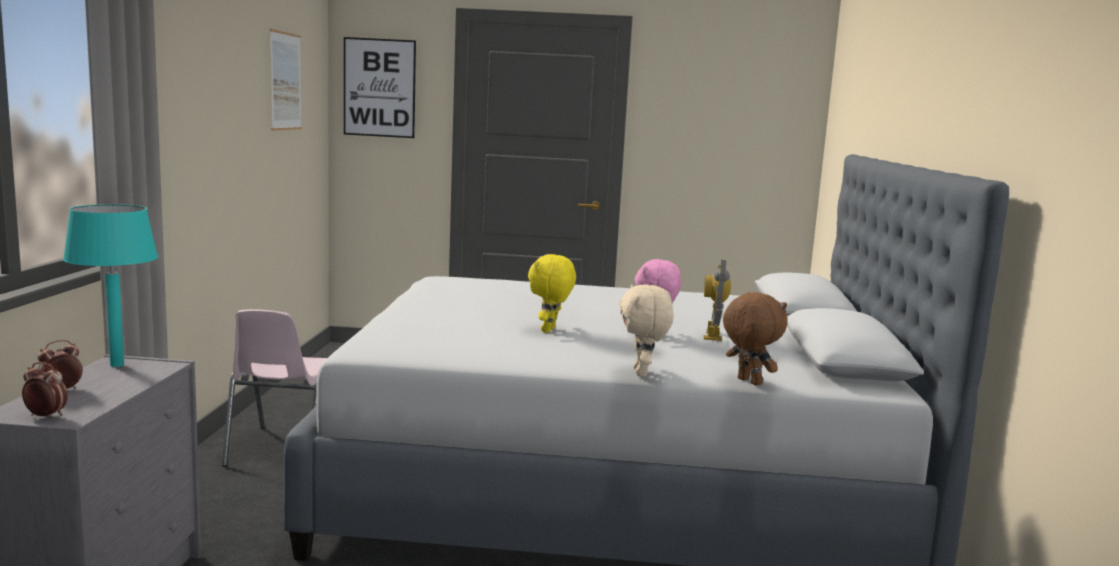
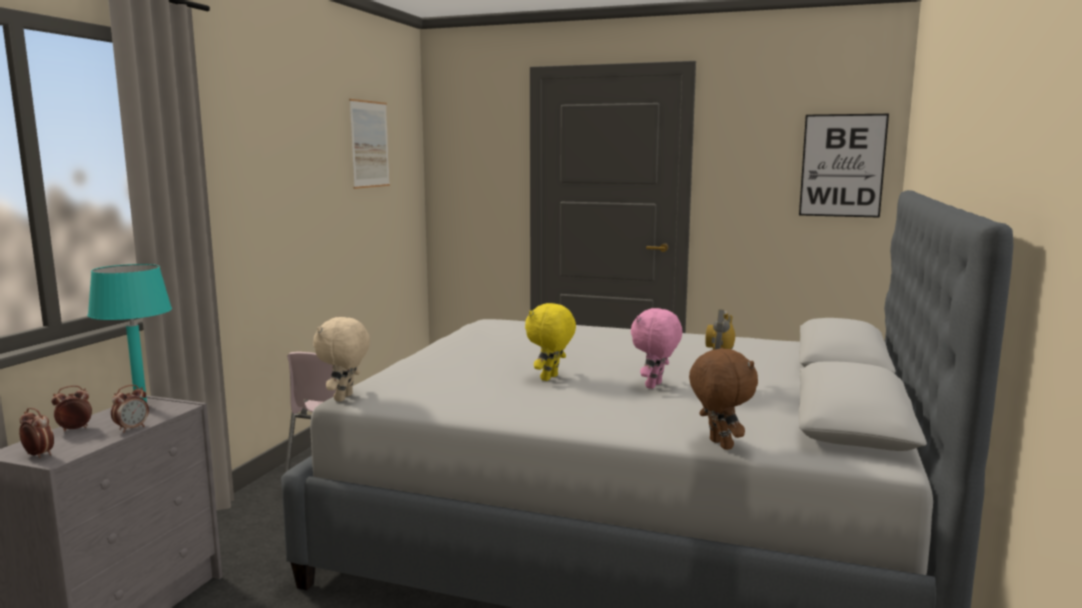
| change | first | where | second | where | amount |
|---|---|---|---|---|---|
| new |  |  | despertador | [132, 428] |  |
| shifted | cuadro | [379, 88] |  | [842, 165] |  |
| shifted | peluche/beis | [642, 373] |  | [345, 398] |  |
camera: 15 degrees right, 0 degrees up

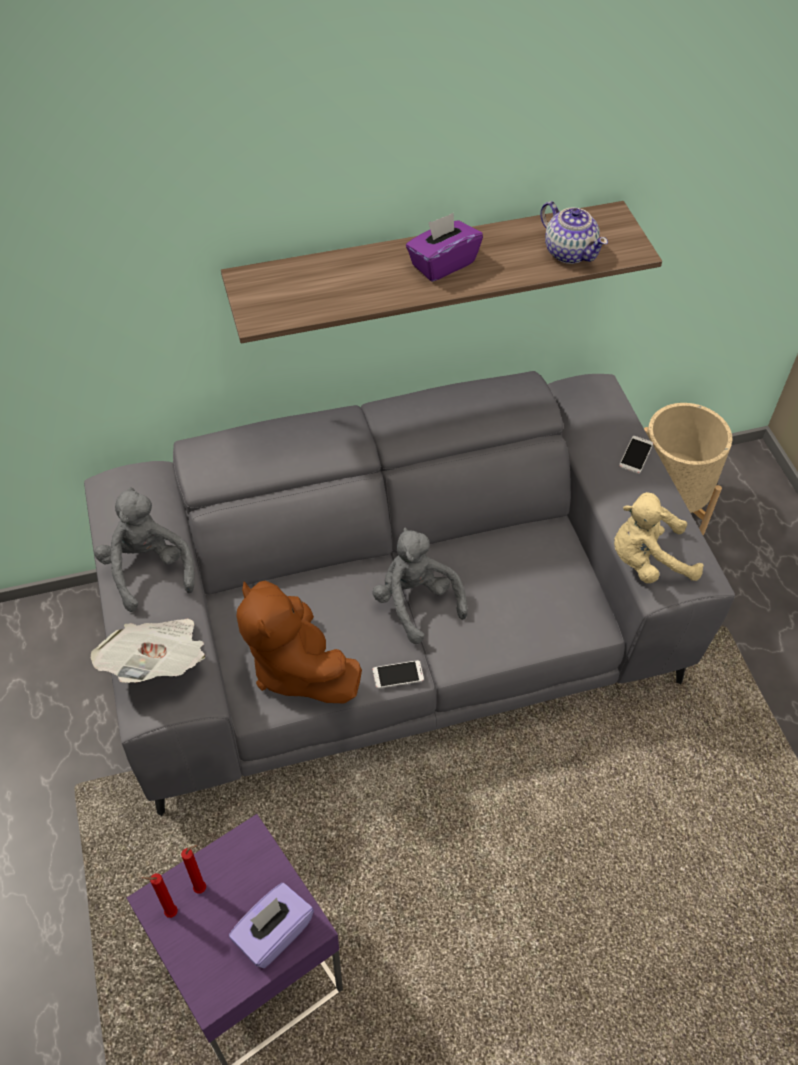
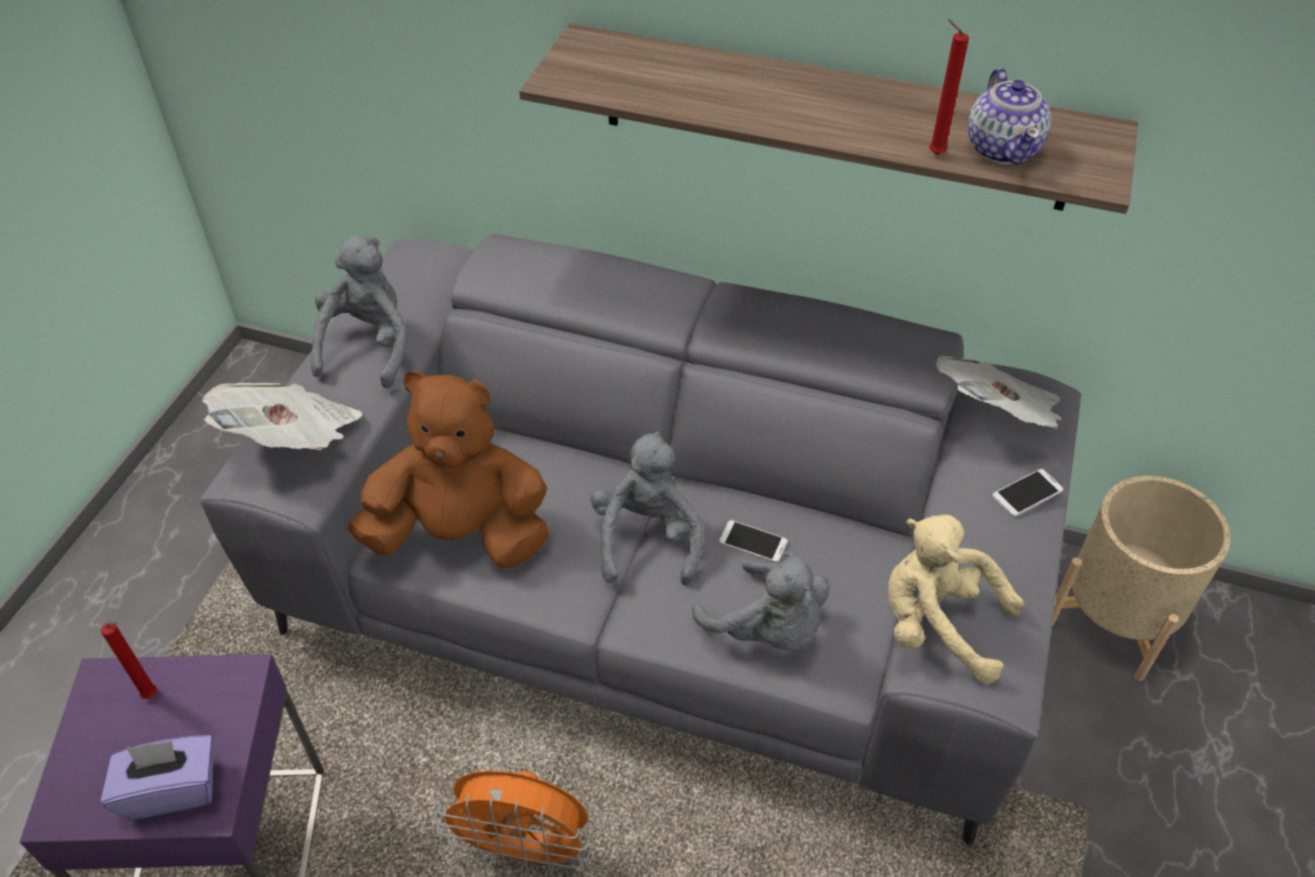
| change | first | where | second | where | amount |
|---|---|---|---|---|---|
| gone | caja de pañuelos/morado | [442, 264] |  |  |  |
| new |  |  | ventilador/naranja | [524, 849] |  |
| new |  |  | peluche/gris | [768, 629] |  |
| new |  |  | periódico | [997, 415] |  |
| shifted | vela/rojo | [169, 913] |  | [933, 153] |  |
| shifted | móvil | [398, 674] |  | [753, 542] |  |
| rotated | peluche/marrón | [296, 666] |  | [461, 534] | 90 degrees clockwise |
camera: 35 degrees right, 5 degrees down

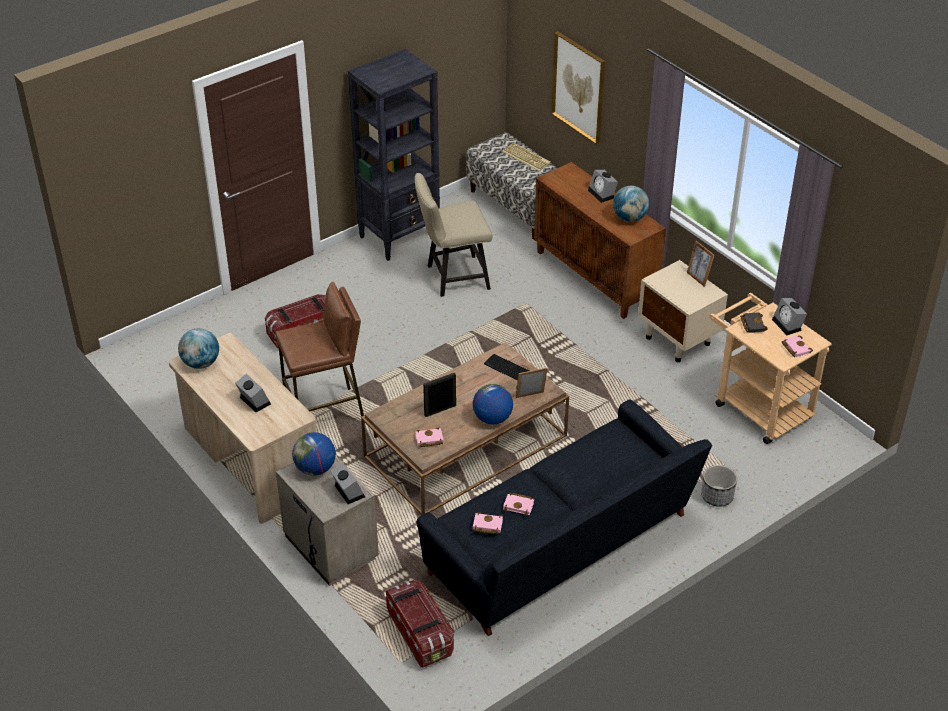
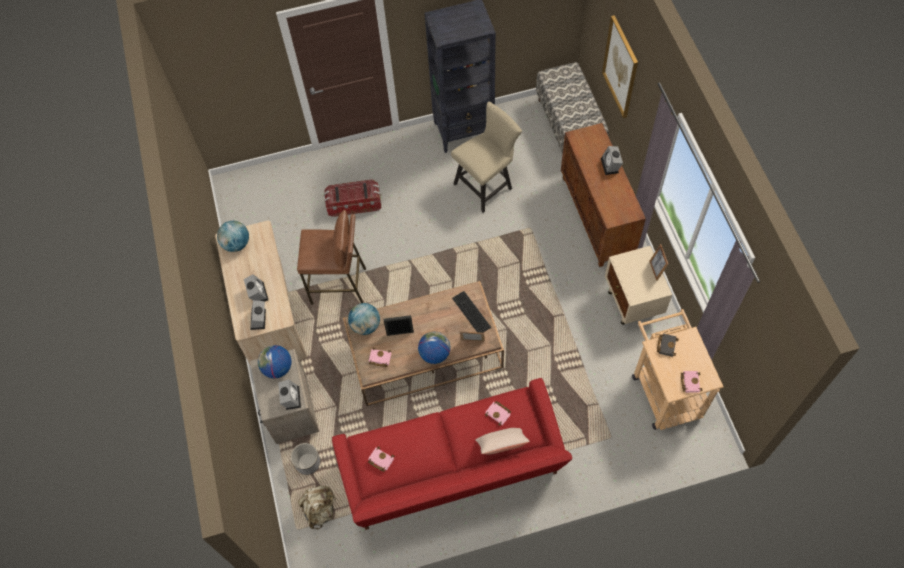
| change | first | where | second | where | amount |
|---|---|---|---|---|---|
| gone | teclado | [527, 157] |  |  |  |
| new |  |  | cojín/beis | [501, 447] |  |
| shifted | libro/rosa | [519, 505] |  | [499, 413] |  |
| shifted | globo terráqueo | [629, 218] |  | [365, 325] |  |
| shifted | maceta | [717, 497] |  | [307, 463] |  |
| shifted | despertador | [788, 325] |  | [259, 320] |  |
| swapped | caja de almacenaje | [420, 634] | mochila/beis | [320, 509] |  |
| repainted | sofá/negro | [563, 548] | sofá/rojo | [453, 471] |  |
| rotated | silla/beis | [453, 277] |  | [486, 185] | 135 degrees clockwise |
camera: 25 degrees right, 20 degrees up

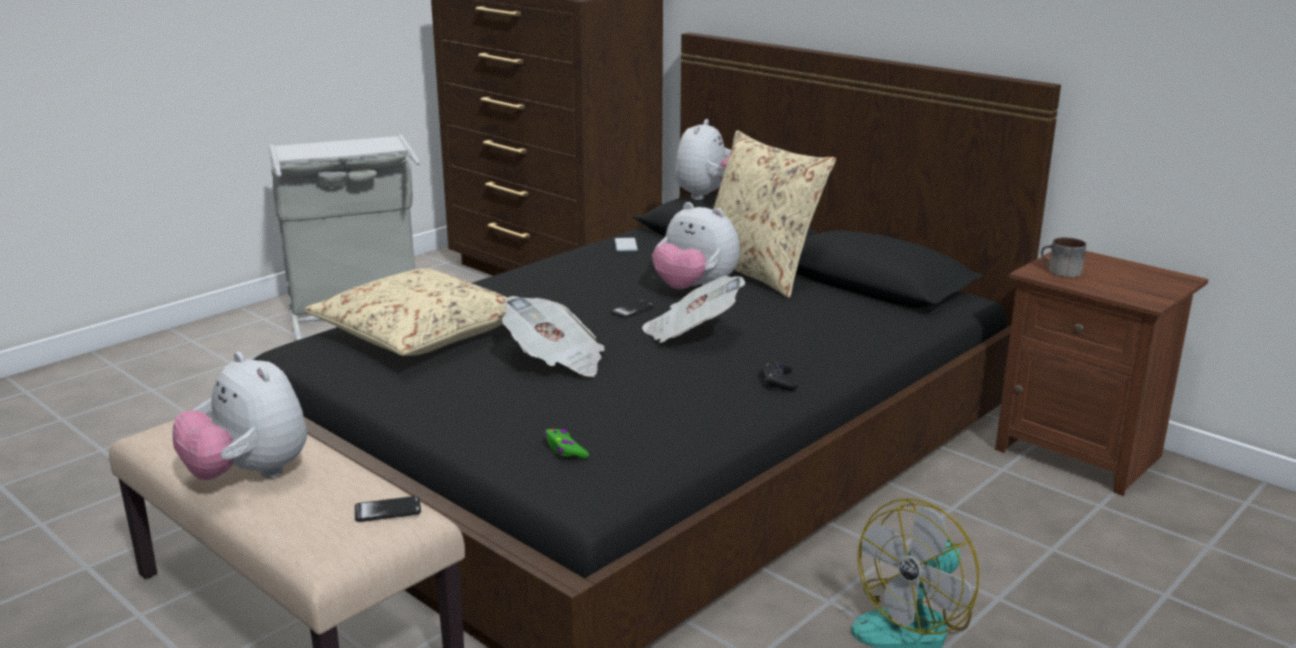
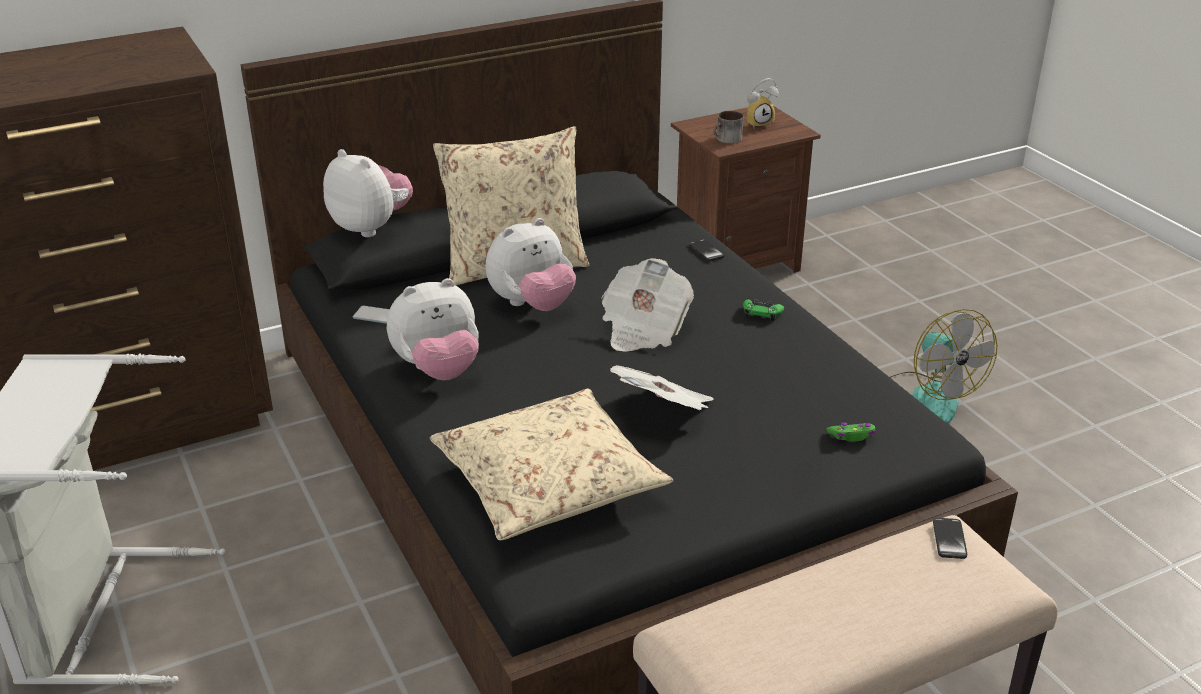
| change | first | where | second | where | amount |
|---|---|---|---|---|---|
| new |  |  | despertador | [758, 123] |  |
| shifted | peluche | [249, 475] |  | [438, 370] |  |
| shifted | móvil | [632, 310] |  | [706, 251] |  |
| repainted | mando de consola/negro | [778, 381] | mando de consola/verde | [762, 313] |  |
camera: 70 degrees left, 10 degrees up

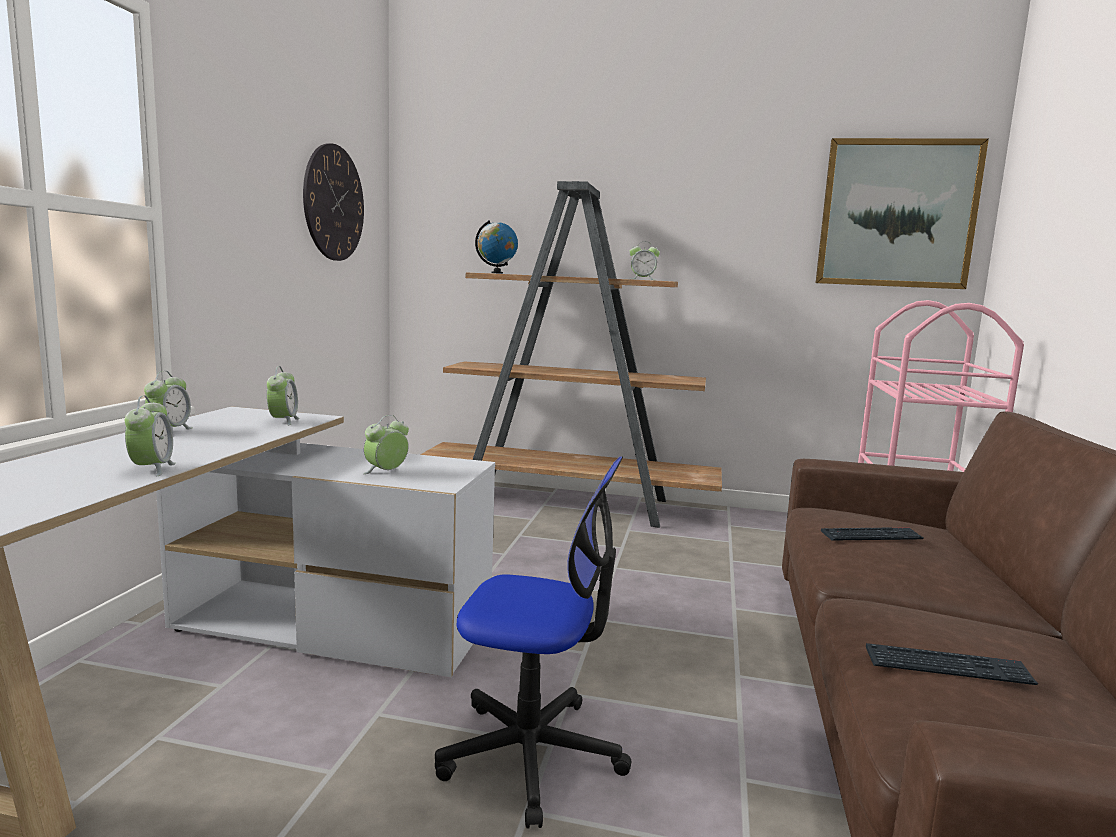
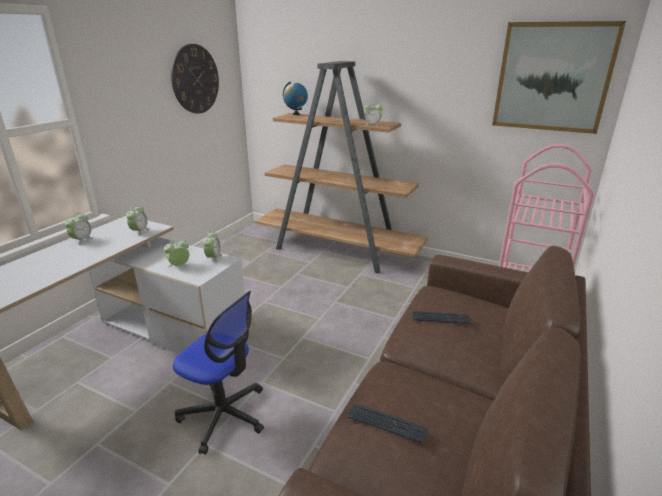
| change | first | where | second | where | amount |
|---|---|---|---|---|---|
| shifted | despertador | [152, 469] |  | [213, 258] |  |
camera: 15 degrees right, 15 degrees up

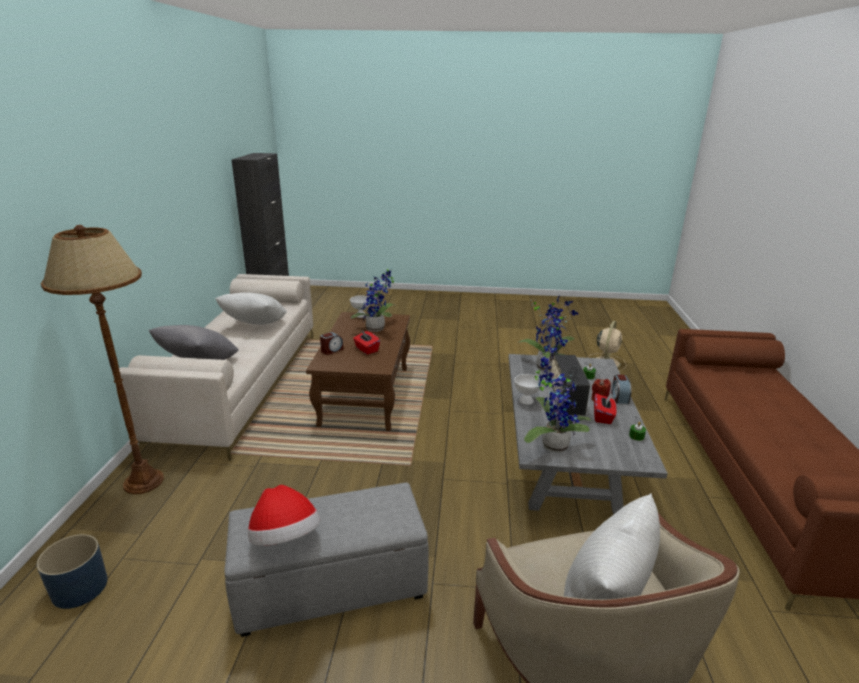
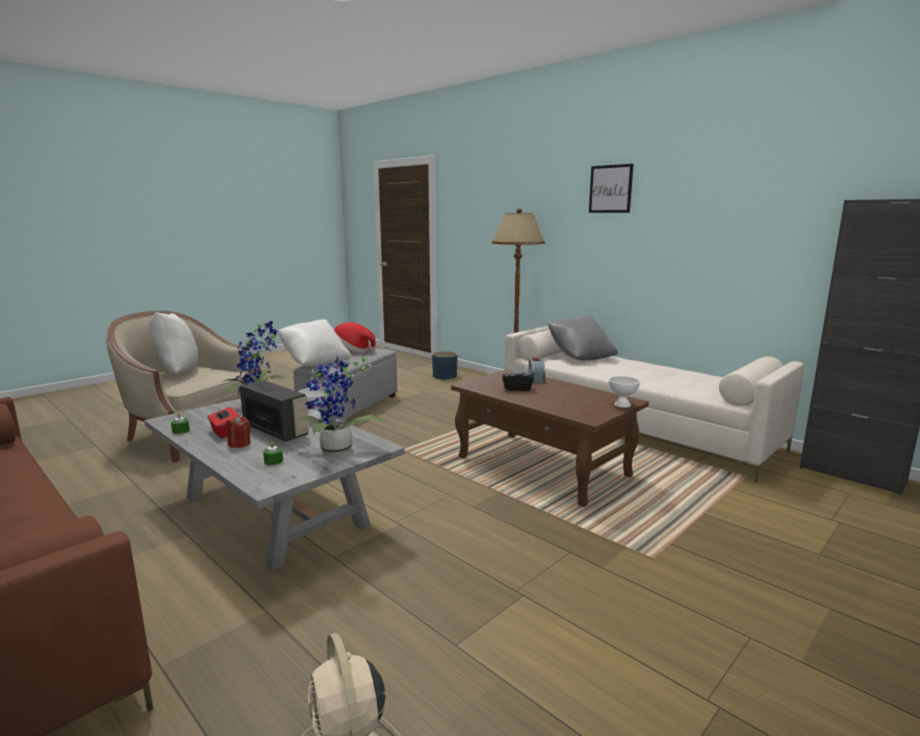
| change | first | where | second | where | amount |
|---|---|---|---|---|---|
| gone | planta en maceta | [377, 329] |  |  |  |
| gone | despertador | [619, 397] |  |  |  |
| new |  |  | cuadro | [610, 189] |  |
| shifted | cojín/blanco | [255, 326] |  | [315, 362] |  |
| repainted | caja de pañuelos/rojo | [366, 349] | caja de pañuelos/negro | [517, 388] |  |
camera: 130 degrees right, 10 degrees down

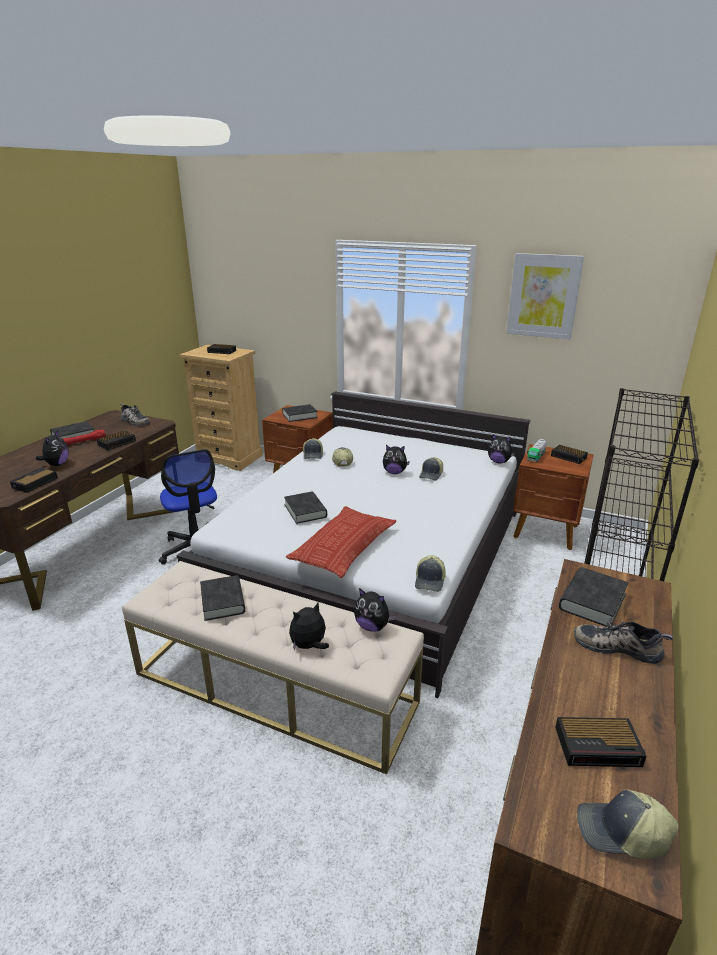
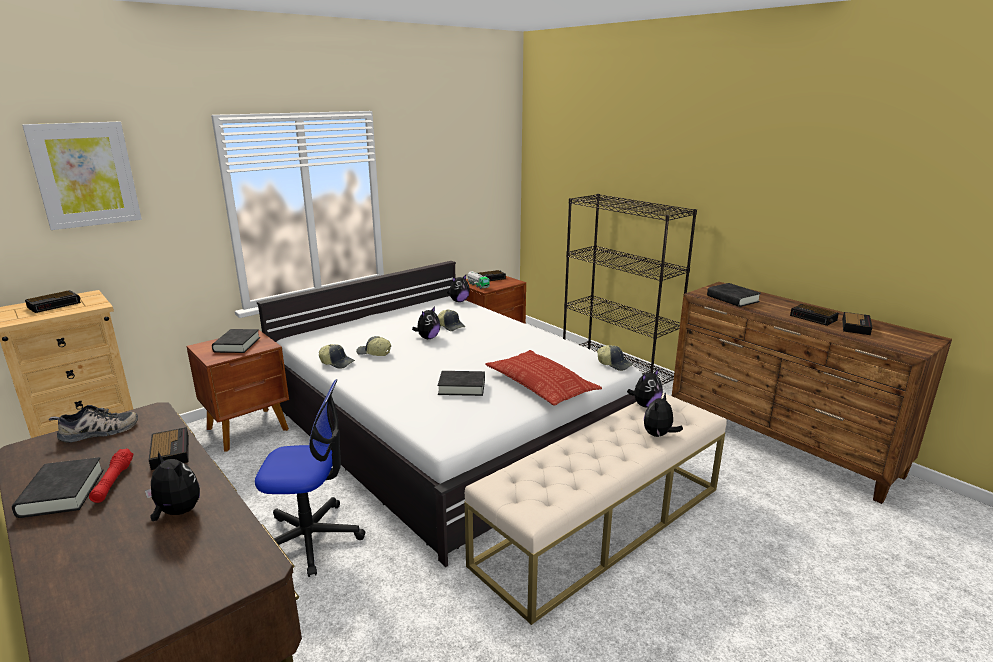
| change | first | where | second | where | amount |
|---|---|---|---|---|---|
| gone | libro/negro | [223, 601] |  |  |  |
| gone | zapato | [617, 646] |  |  |  |
| gone | gorra | [621, 834] |  |  |  |
| shifted | despertador | [34, 483] |  | [814, 318] |  |
| shifted | cuadro | [543, 296] |  | [85, 174] |  |
| rotated | peluche | [309, 646] |  | [658, 435] | 45 degrees clockwise |
camera: 65 degrees left, 5 degrees down

